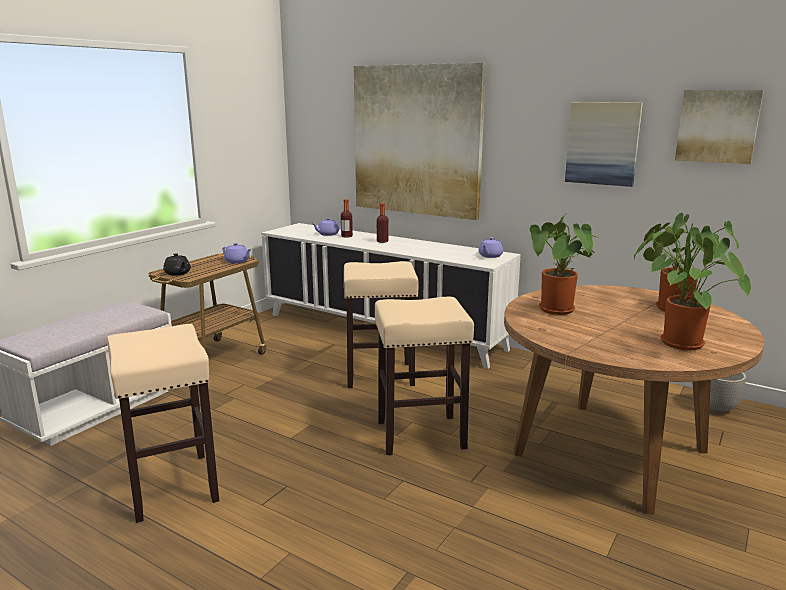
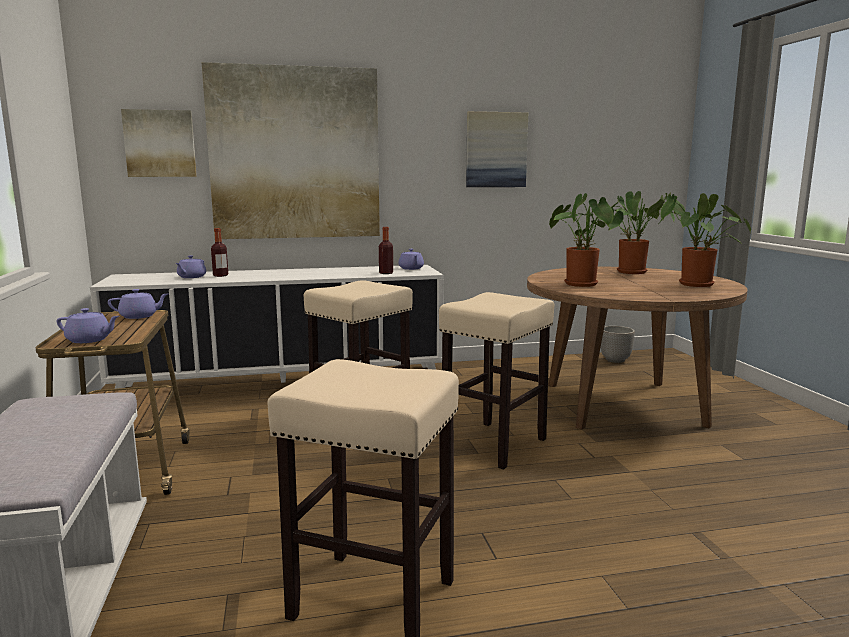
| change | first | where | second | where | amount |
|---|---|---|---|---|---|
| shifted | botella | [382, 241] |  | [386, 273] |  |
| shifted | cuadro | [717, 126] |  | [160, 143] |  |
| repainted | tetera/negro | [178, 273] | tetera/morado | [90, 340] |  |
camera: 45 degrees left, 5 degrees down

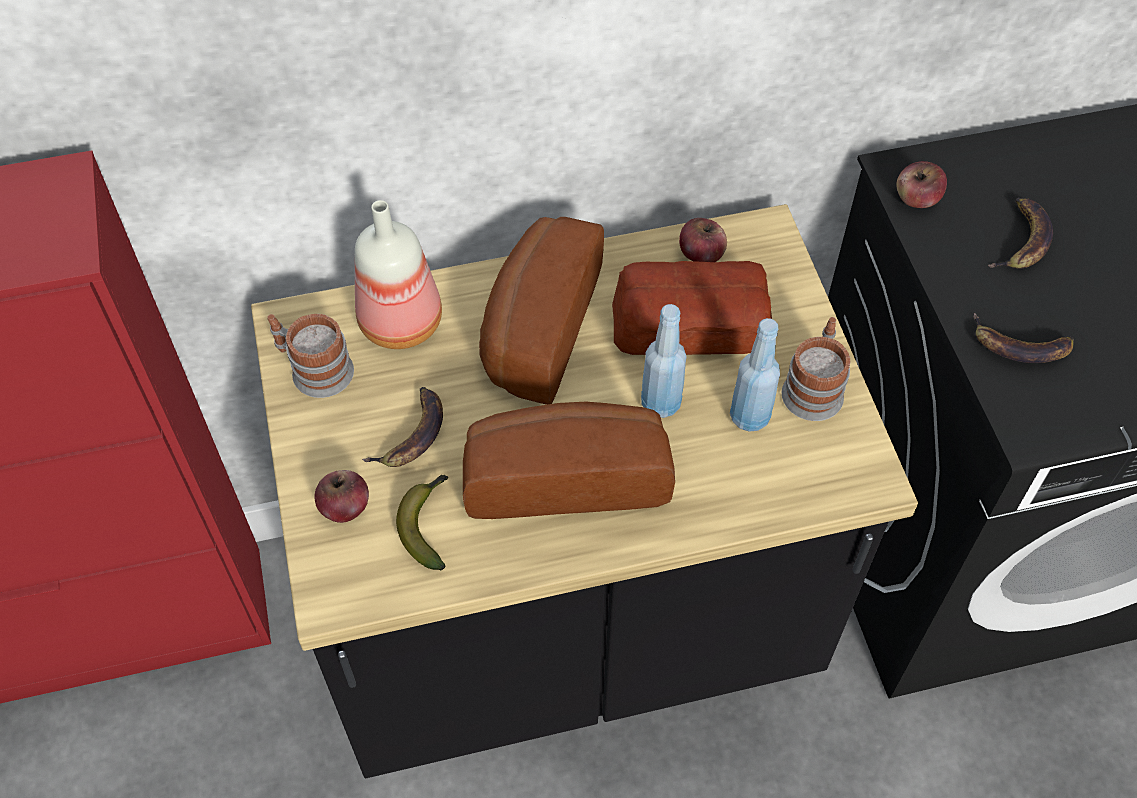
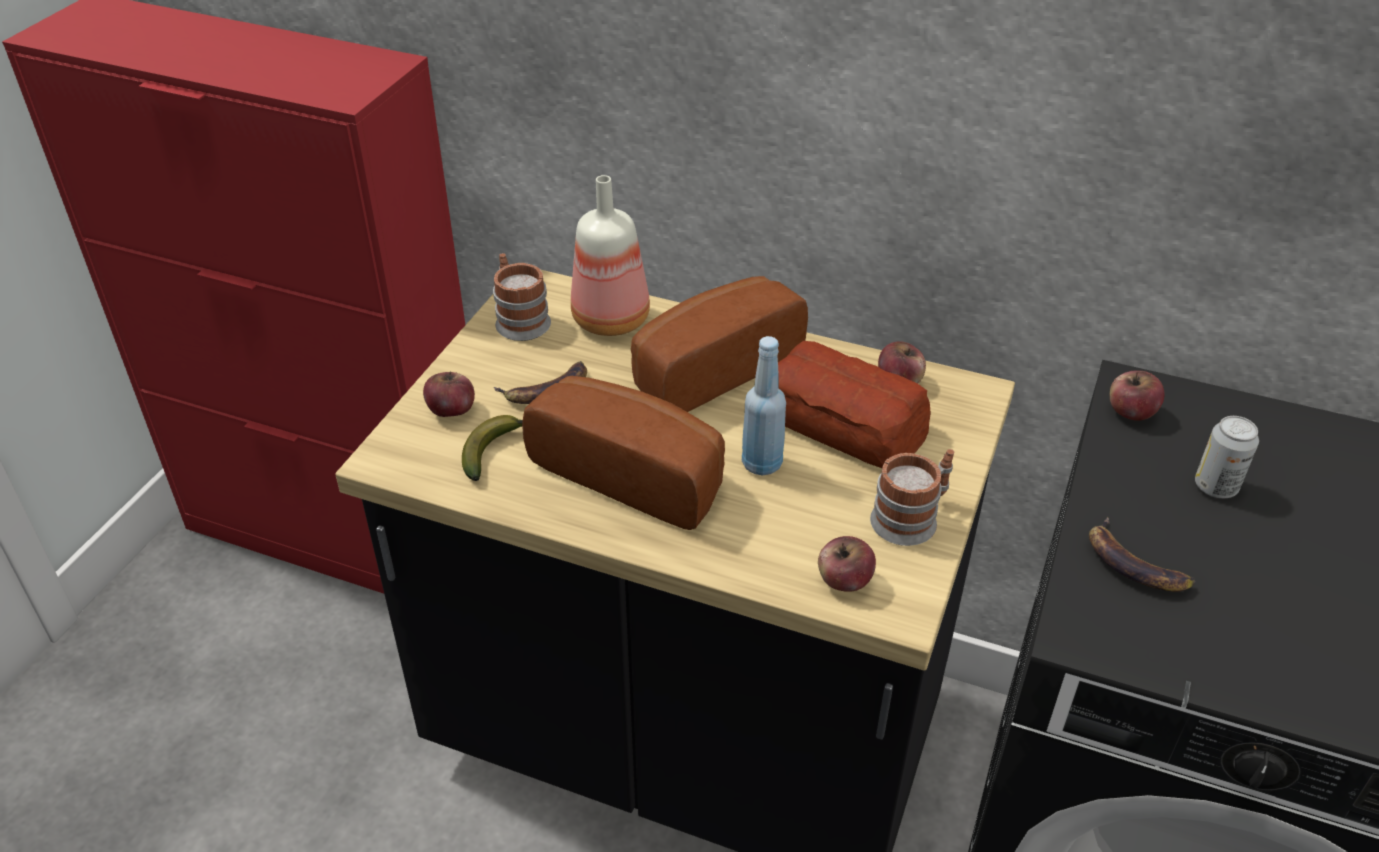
| change | first | where | second | where | amount |
|---|---|---|---|---|---|
| gone | botella/azul | [749, 416] |  |  |  |
| new |  |  | manzana | [844, 581] |  |
| swapped | plátano | [1021, 239] | lata | [1215, 487] |  |
camera: 35 degrees right, 15 degrees down

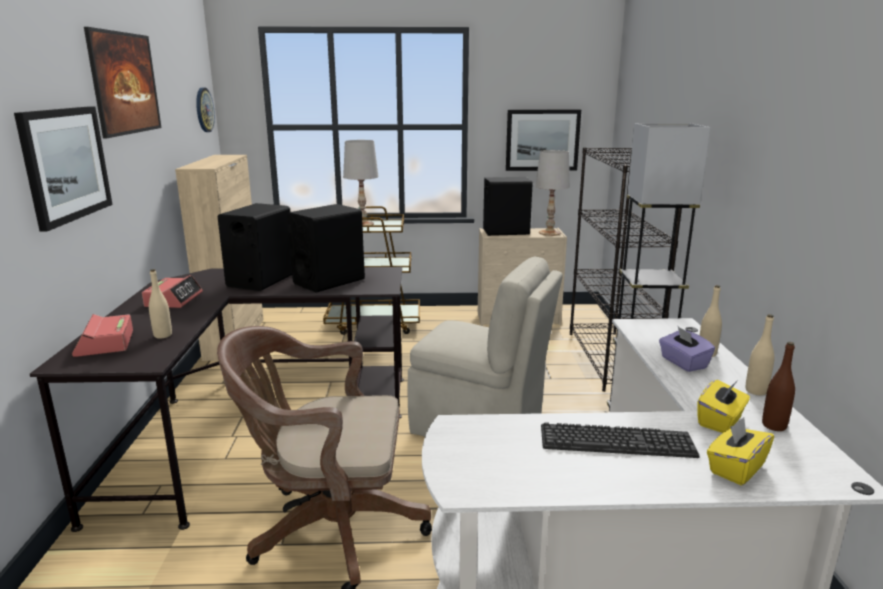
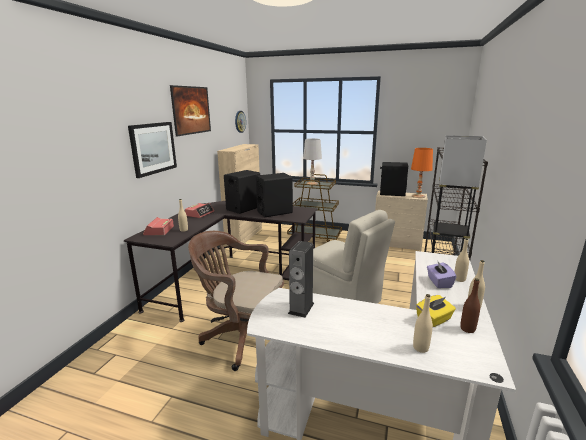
| change | first | where | second | where | amount |
|---|---|---|---|---|---|
| gone | cuadro | [542, 140] |  |  |  |
| gone | teclado | [616, 442] |  |  |  |
| new |  |  | altavoz | [301, 308] |  |
| swapped | caja de pañuelos/amarillo | [735, 468] | botella/beis | [420, 348] |  |
| repainted | lámpara de mesa/blanco | [550, 233] | lámpara de mesa/naranja | [418, 196] |  |
camera: 20 degrees right, 0 degrees up

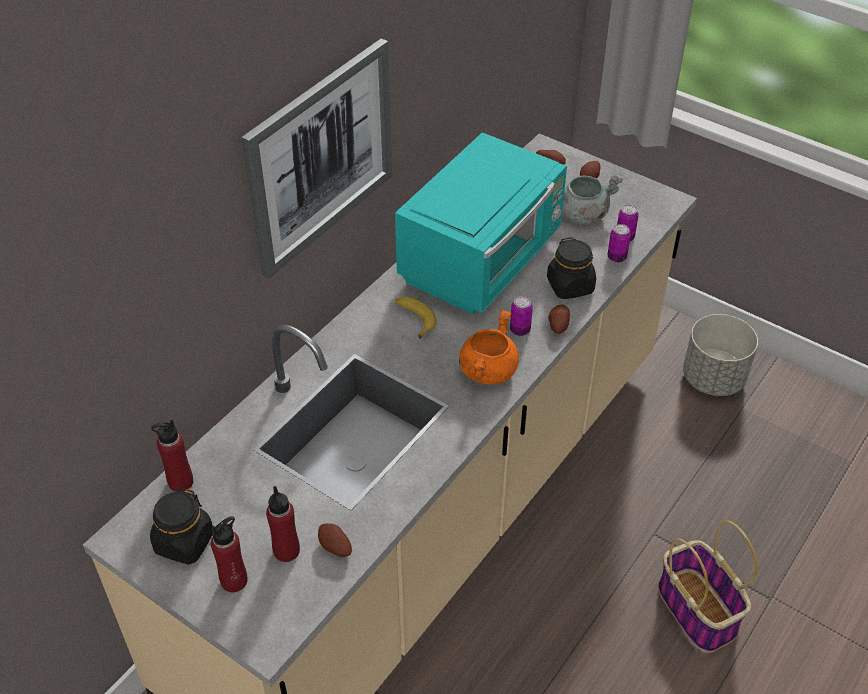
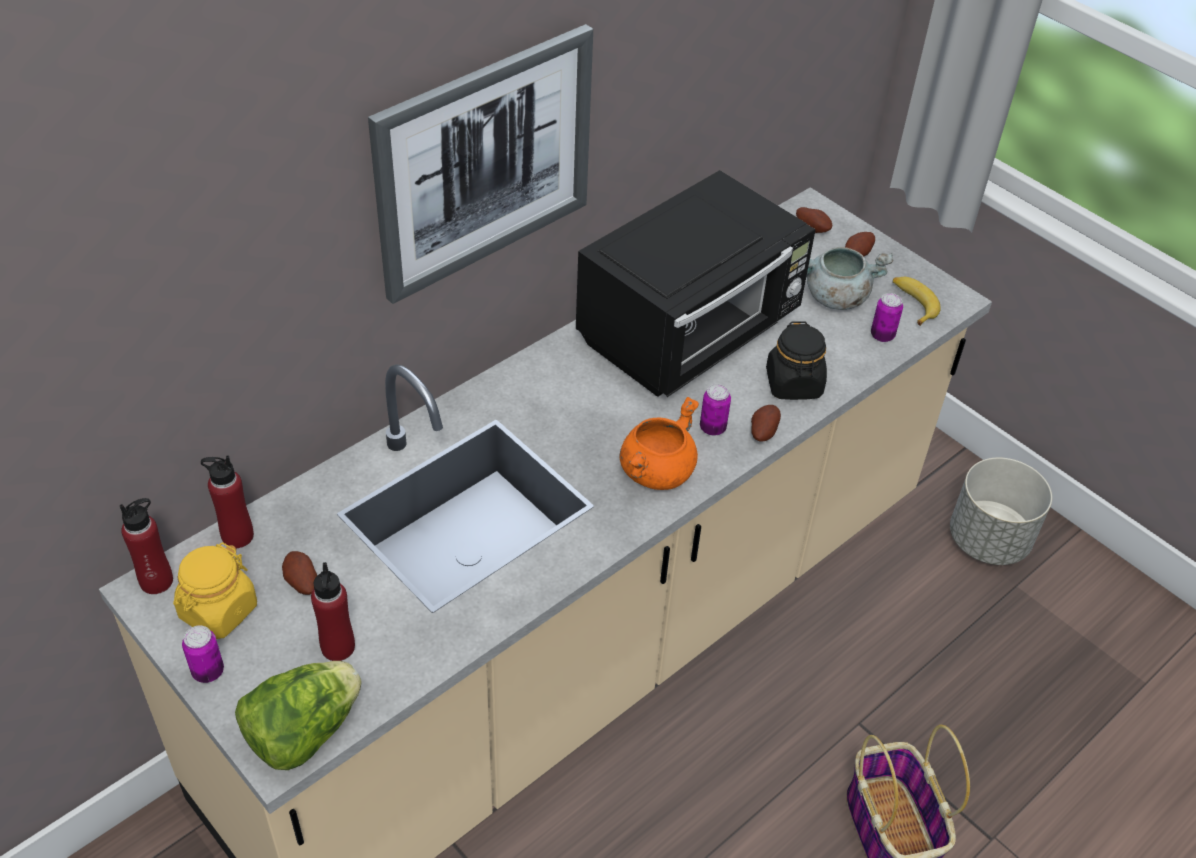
| change | first | where | second | where | amount |
|---|---|---|---|---|---|
| new |  |  | lechuga | [303, 732] |  |
| shifted | botella/rojo | [234, 580] |  | [156, 581] |  |
| shifted | patata | [334, 548] |  | [301, 583] |  |
| shifted | plátano | [414, 319] |  | [912, 304] |  |
| shifted | lata | [616, 257] |  | [208, 671] |  |
| repainted | tarro/negro | [184, 543] | tarro/amarillo | [218, 611] |  |
| repainted | microondas/turquesa | [482, 260] | microondas/negro | [691, 332] |  |
camera: 10 degrees right, 0 degrees up

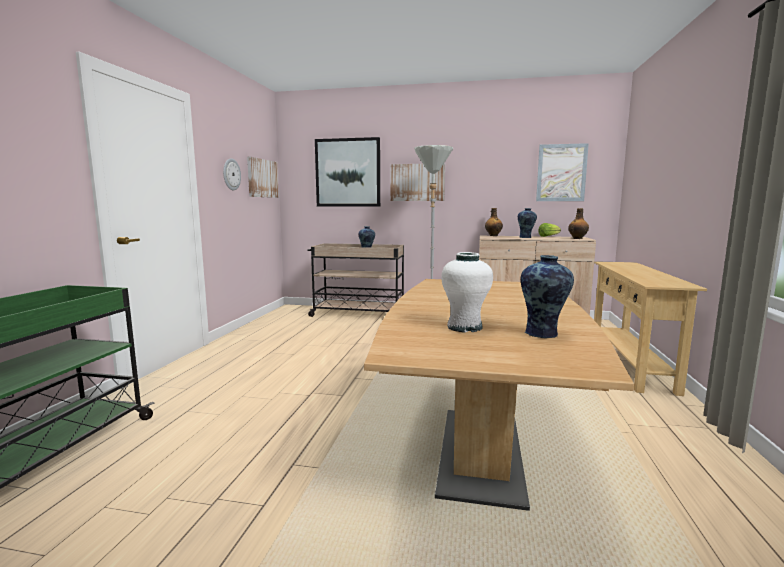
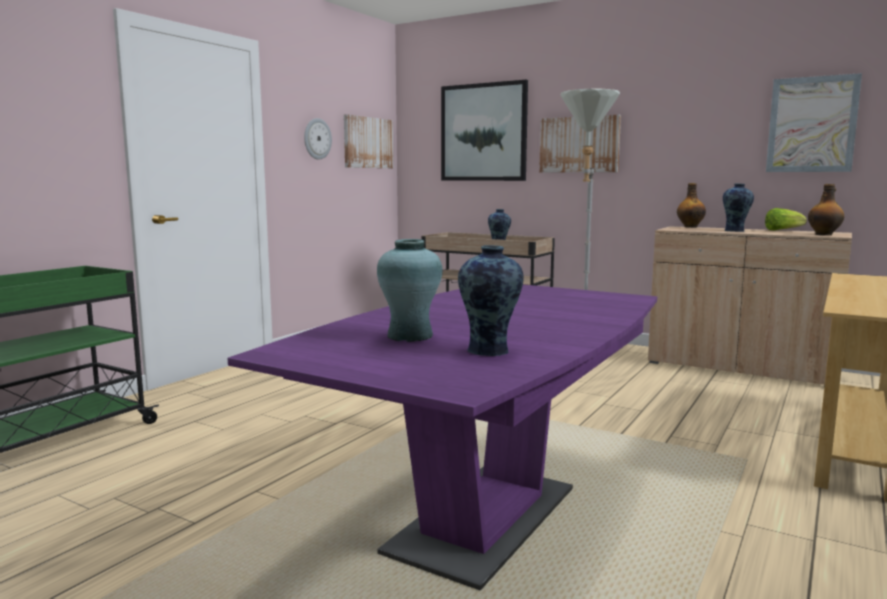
| change | first | where | second | where | amount |
|---|---|---|---|---|---|
| repainted | mesa de comedor/marrón | [480, 453] | mesa de comedor/morado | [484, 520] |  |
| repainted | florero/blanco | [465, 327] | florero/turquesa | [410, 336] |  |
camera: 20 degrees right, 0 degrees up

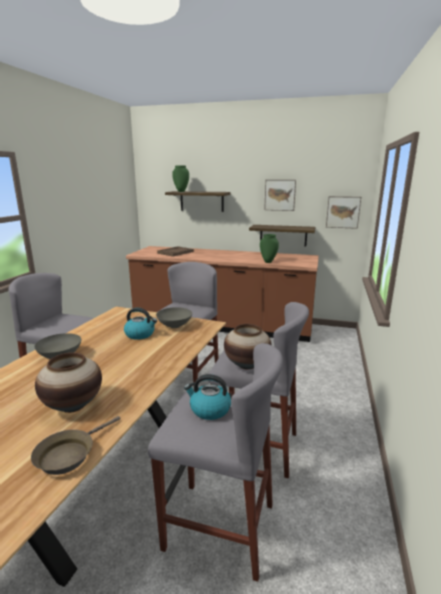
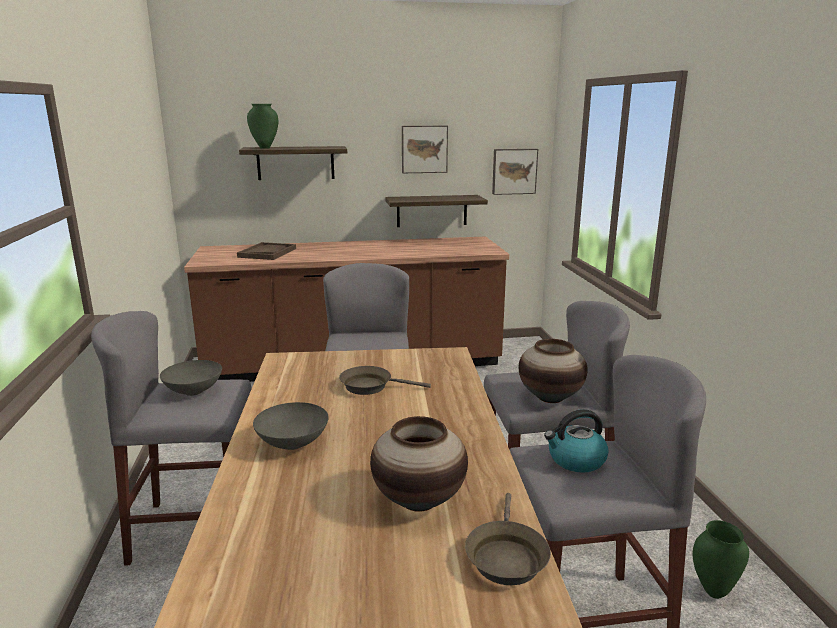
| change | first | where | second | where | amount |
|---|---|---|---|---|---|
| shifted | cuenco/gris | [175, 326] |  | [194, 391] |  |
| shifted | florero/verde | [268, 262] |  | [713, 592] |  |
| swapped | hervidor | [140, 334] | sartén/marrón | [370, 386] |  |
camera: 25 degrees left, 0 degrees up

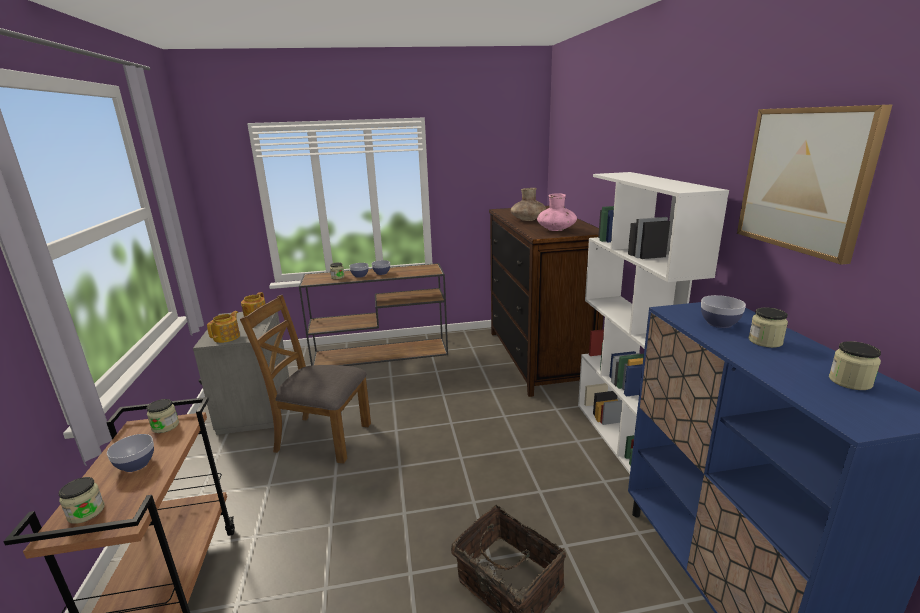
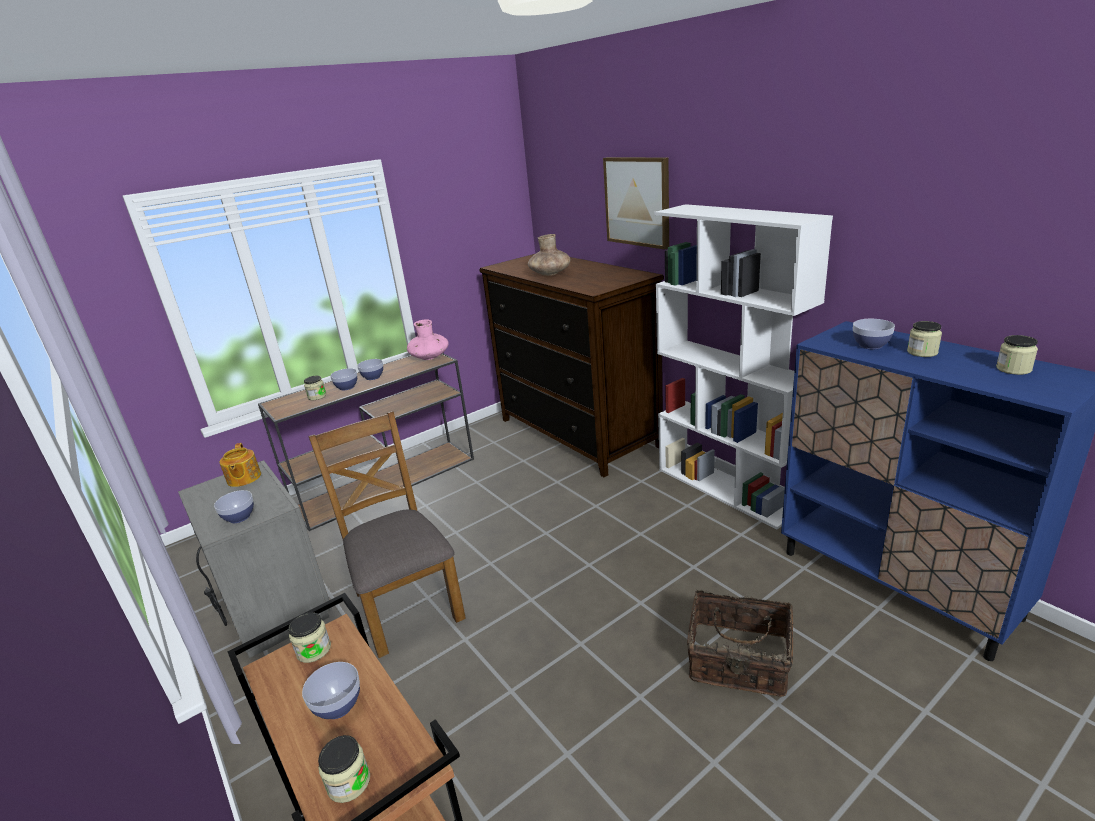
| change | first | where | second | where | amount |
|---|---|---|---|---|---|
| shifted | florero/rosa | [556, 229] |  | [429, 357] |  |
| shifted | cuadro | [805, 180] |  | [637, 201] |  |
| swapped | tetera | [227, 337] | cuenco | [239, 517] |  |
| rotated | silla/marrón | [322, 437] |  | [406, 605] | 75 degrees clockwise |
camera: 25 degrees left, 5 degrees up

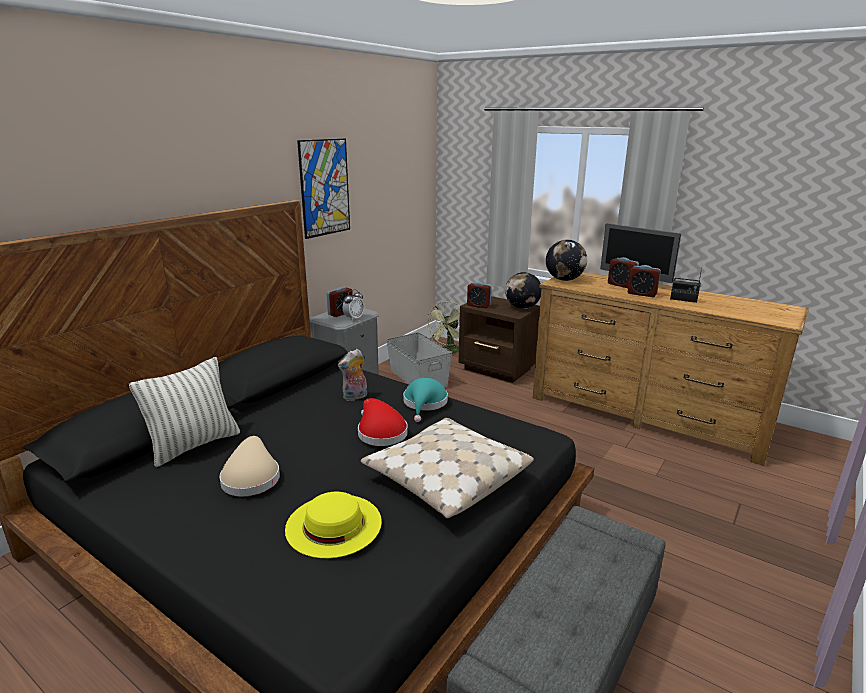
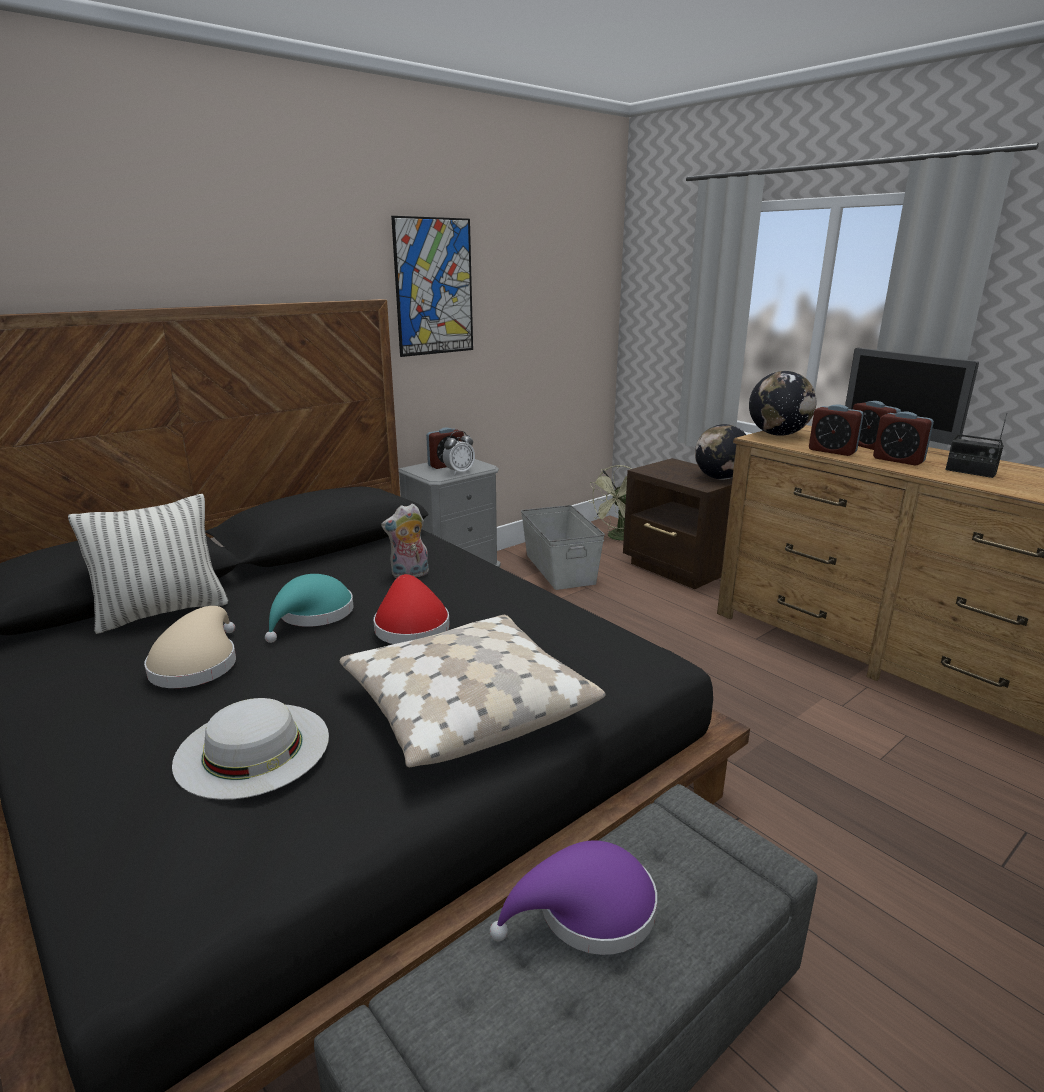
| change | first | where | second | where | amount |
|---|---|---|---|---|---|
| new |  |  | sombrero/morado | [587, 911] |  |
| shifted | sombrero/turquesa | [424, 404] |  | [313, 615] |  |
| shifted | despertador | [478, 305] |  | [832, 451] |  |
| repainted | sombrero/amarillo | [334, 524] | sombrero/blanco | [253, 748] |  |
camera: 15 degrees right, 0 degrees up

